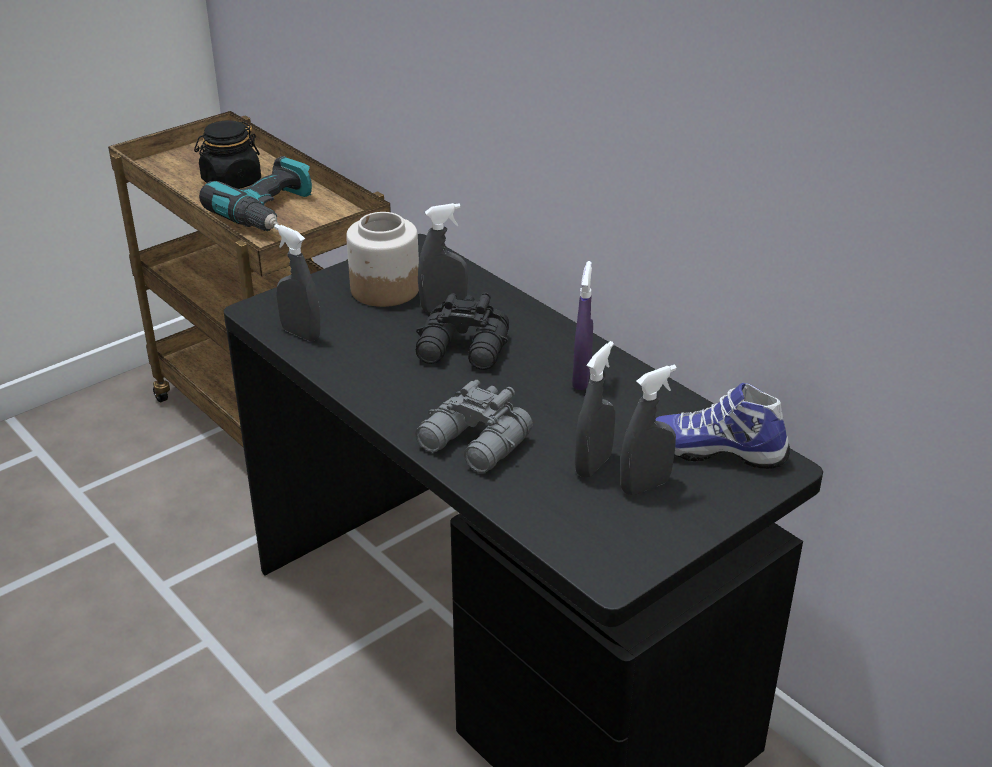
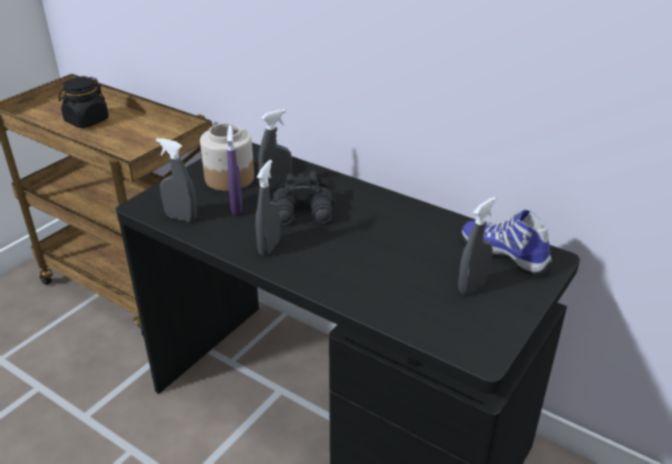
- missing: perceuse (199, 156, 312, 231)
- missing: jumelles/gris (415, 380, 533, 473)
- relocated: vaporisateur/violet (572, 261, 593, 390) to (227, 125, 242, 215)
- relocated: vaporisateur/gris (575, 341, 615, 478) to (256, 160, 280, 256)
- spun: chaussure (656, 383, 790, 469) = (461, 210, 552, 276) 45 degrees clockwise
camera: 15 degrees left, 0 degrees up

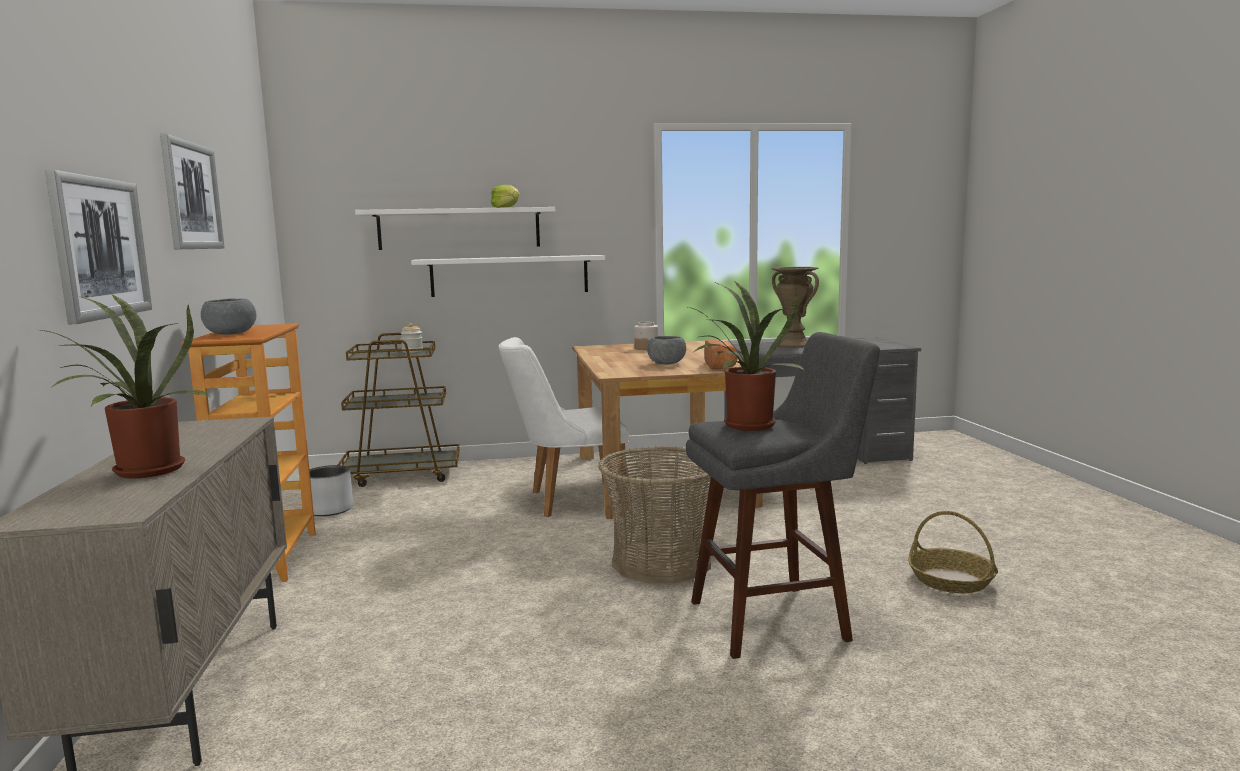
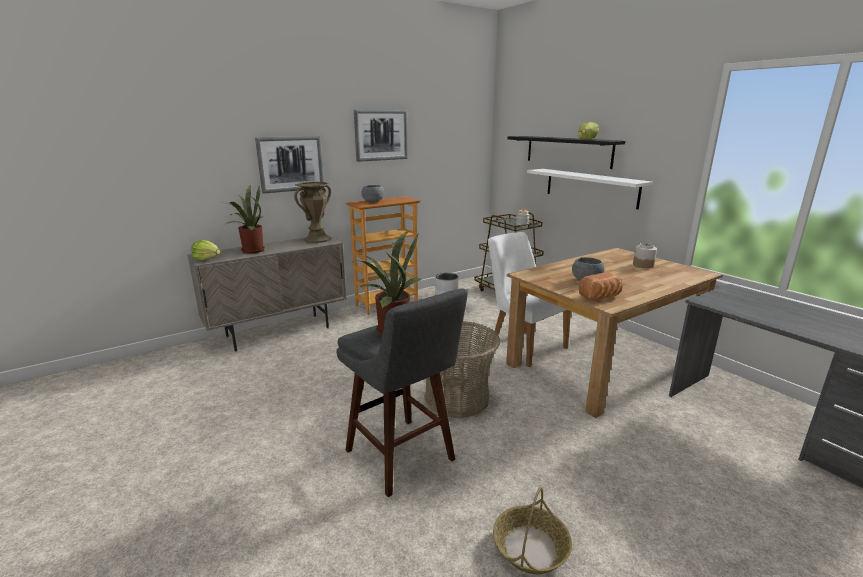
- appeared: laitue (191, 240, 220, 260)
- relocated: vase/marron (772, 267, 819, 348) to (294, 182, 331, 243)
- colour: étagère/blanc (355, 207, 555, 250) to étagère/noir (507, 136, 625, 169)
camera: 65 degrees right, 10 degrees up

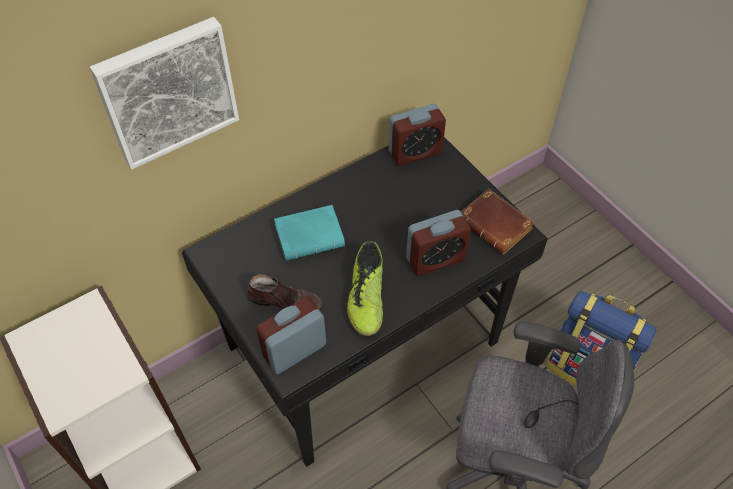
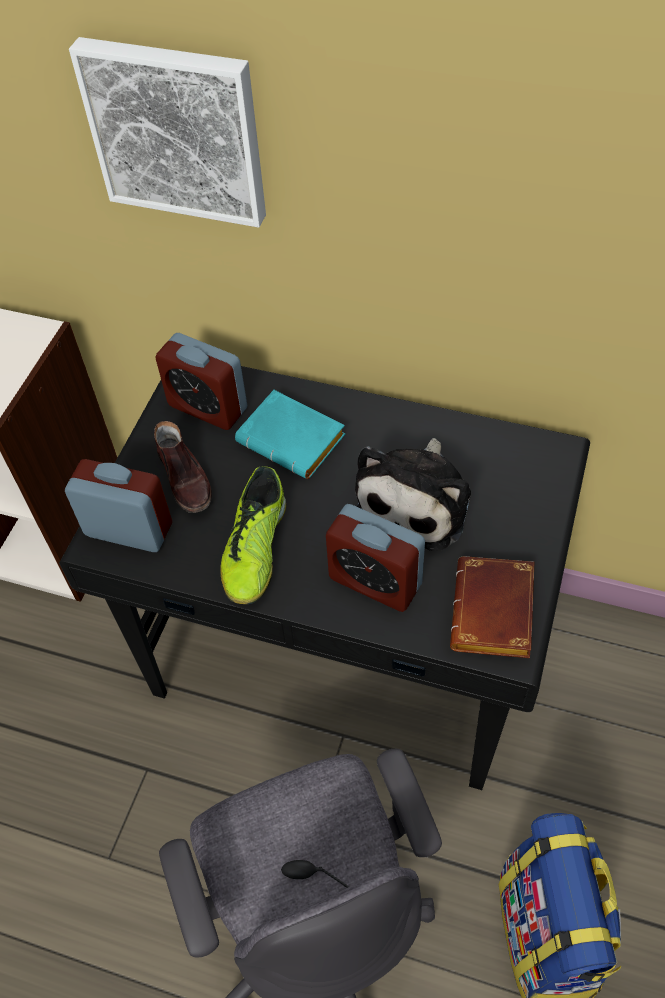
- appeared: peluche (355, 438, 471, 551)
- relocated: réveil (389, 104, 446, 166) to (155, 333, 247, 430)
- spun: chaussure (347, 241, 383, 336) = (220, 466, 286, 604) 45 degrees counterclockwise
camera: 55 degrees right, 0 degrees up

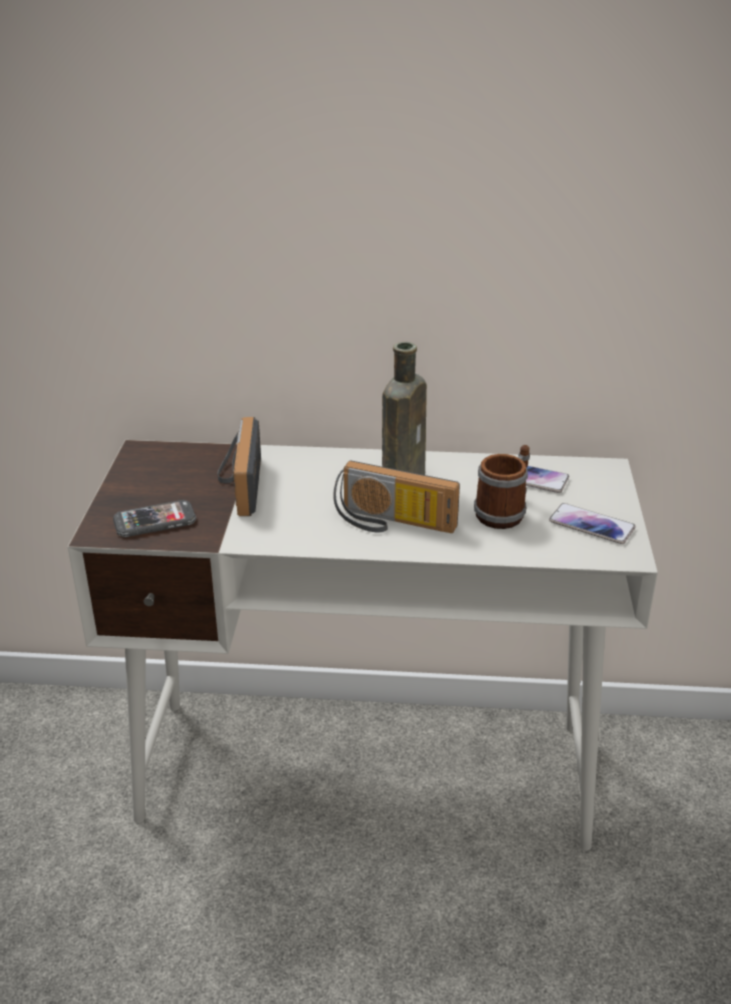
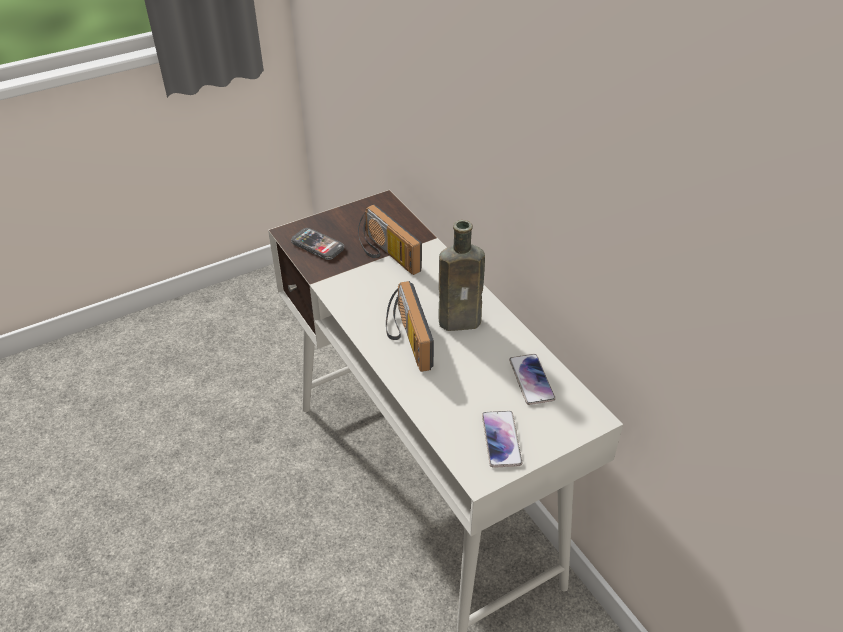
- missing: mug (474, 445, 530, 529)
- spun: radio (218, 417, 261, 516) = (358, 205, 422, 275) 90 degrees counterclockwise
camera: 55 degrees right, 10 degrees up

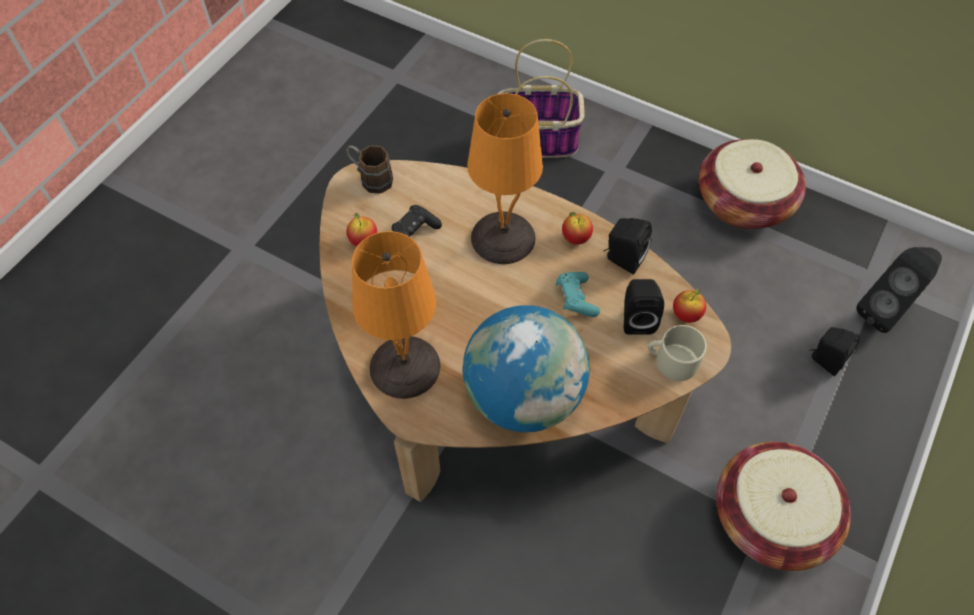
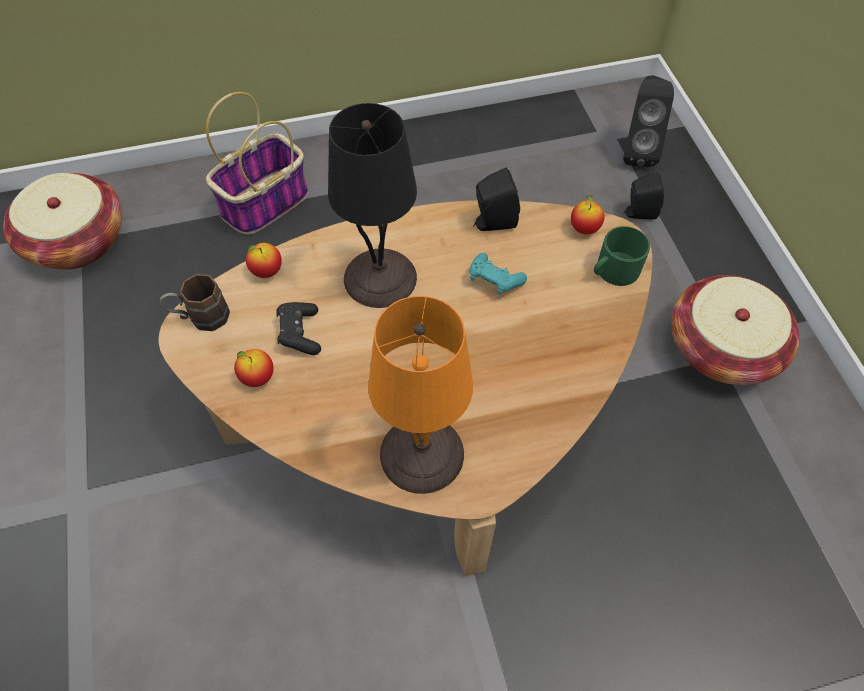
- missing: globe (463, 305, 590, 432)
- missing: enceinte/noir (624, 279, 664, 335)
- relocated: pomme (562, 212, 593, 245) to (246, 243, 282, 278)
- relocated: panier (699, 139, 806, 229) to (3, 173, 122, 270)
- colour: lampe de table/orange (467, 93, 543, 264) to lampe de table/noir (328, 103, 417, 308)
- colour: mug/beige (647, 325, 707, 381) to mug/vert (594, 226, 650, 286)
camera: 45 degrees left, 0 degrees up

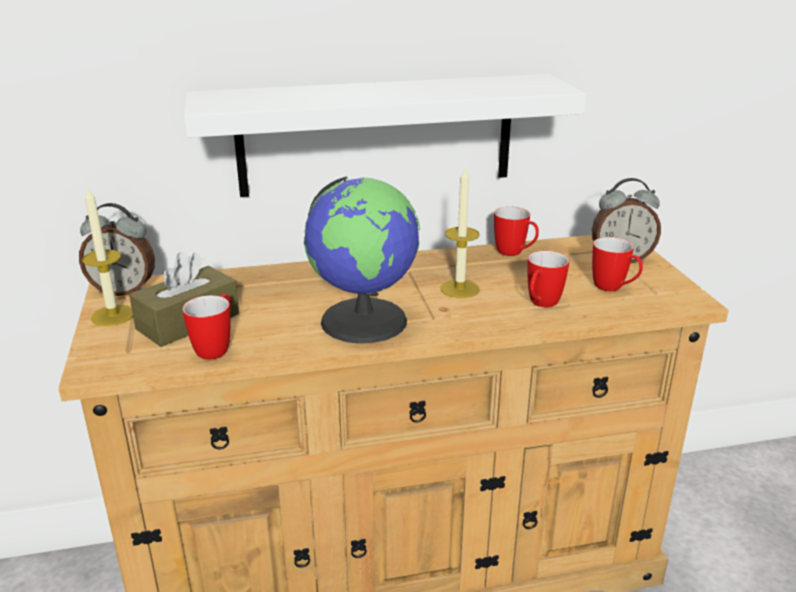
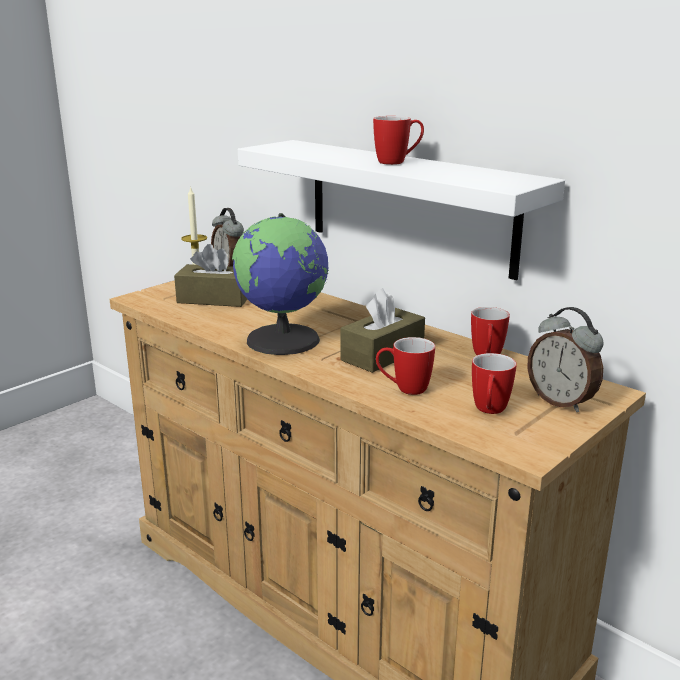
- relocated: mug (182, 294, 231, 360) to (373, 116, 424, 165)
- exchanged: bougie (440, 168, 480, 298) to boîte à mouchoirs/marron (341, 288, 425, 373)
camera: 55 degrees right, 5 degrees down

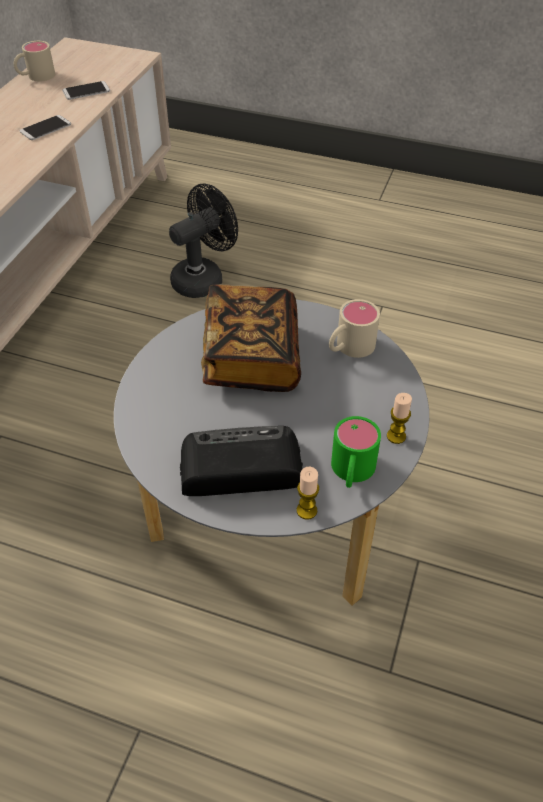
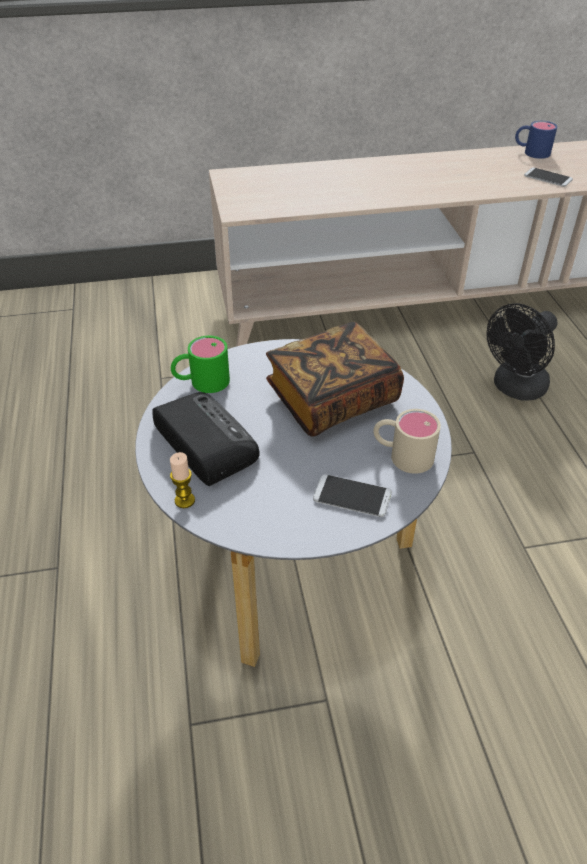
- missing: bougie (387, 393, 412, 444)
- relocated: téléphone (20, 115, 71, 140) to (313, 474, 392, 517)
- relocated: mug/vert (331, 416, 381, 488) to (171, 336, 230, 393)
- colour: mug/beige (14, 41, 55, 81) to mug/bleu (515, 121, 557, 159)
- spun: ventilateur/noir (169, 183, 238, 298) = (486, 303, 557, 401) 120 degrees clockwise
camera: 60 degrees right, 5 degrees down

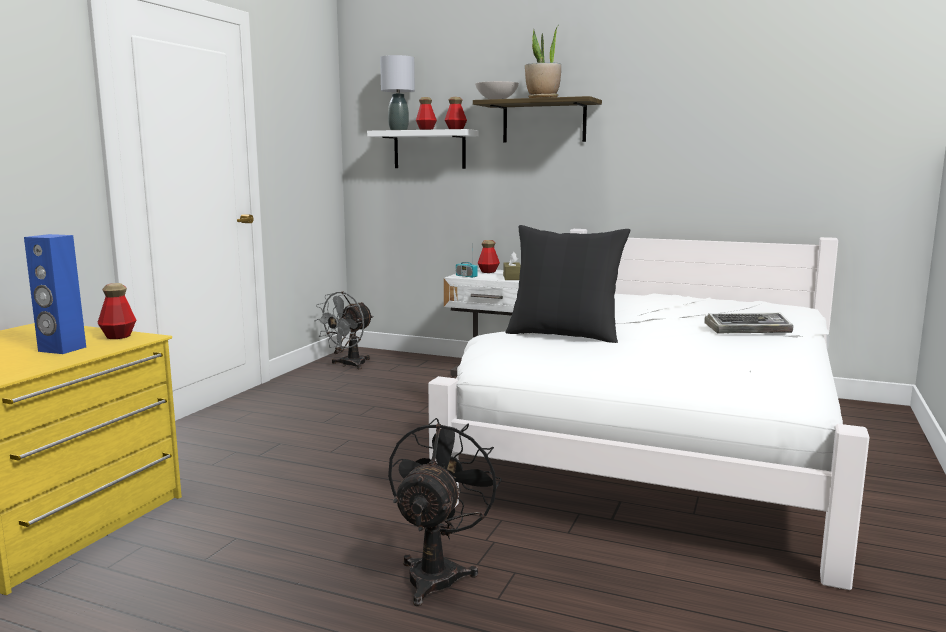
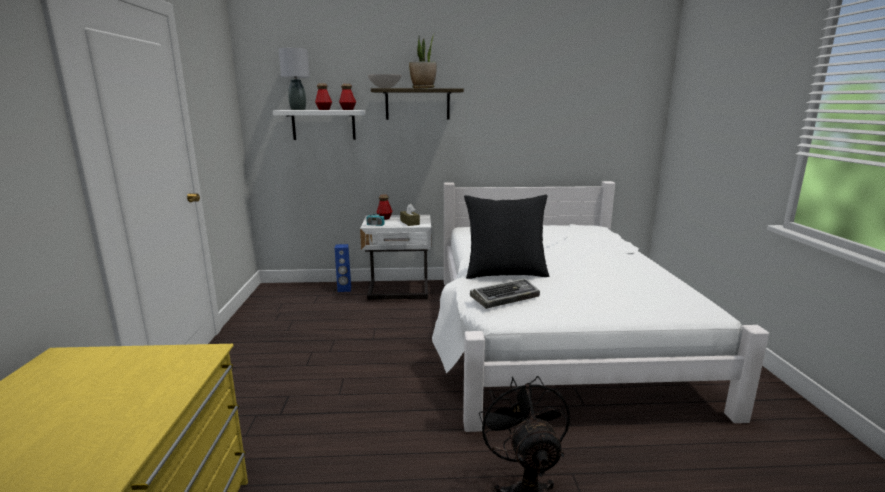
- missing: bouteille (98, 283, 136, 339)
- missing: ventilateur/gris (314, 292, 373, 369)
- relocated: enceinte/bleu (24, 234, 86, 354) to (335, 244, 351, 292)
- relocated: clavier (704, 313, 794, 333) to (470, 278, 540, 309)
camera: 25 degrees left, 5 degrees up

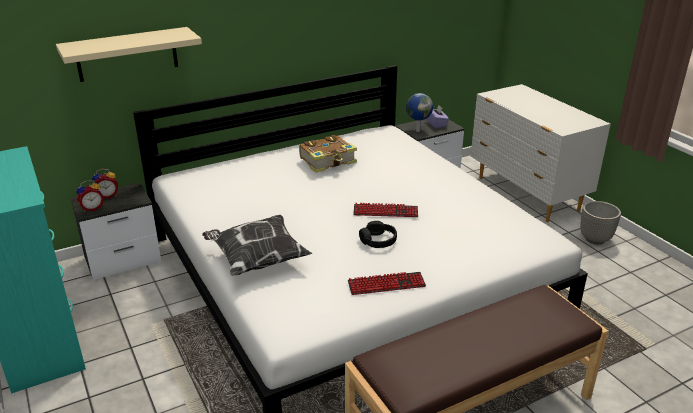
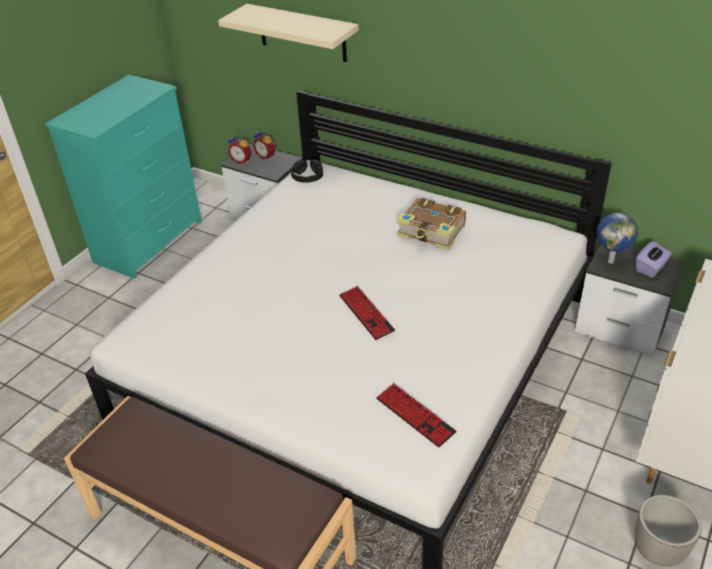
- missing: coussin (202, 215, 312, 276)
- relocated: clavier (348, 272, 426, 295) to (376, 383, 457, 448)
- relocated: casque audio/noir (359, 221, 397, 248) to (291, 160, 323, 183)
camera: 60 degrees right, 10 degrees up

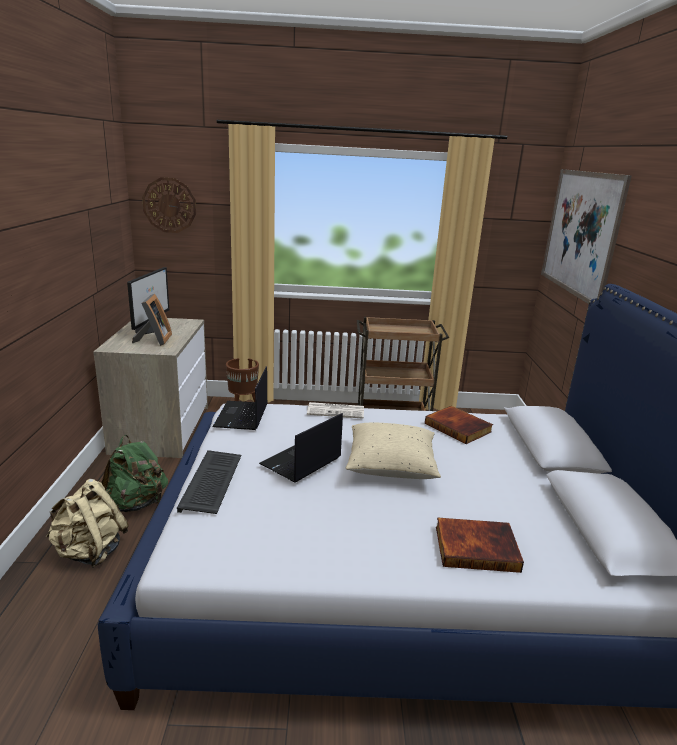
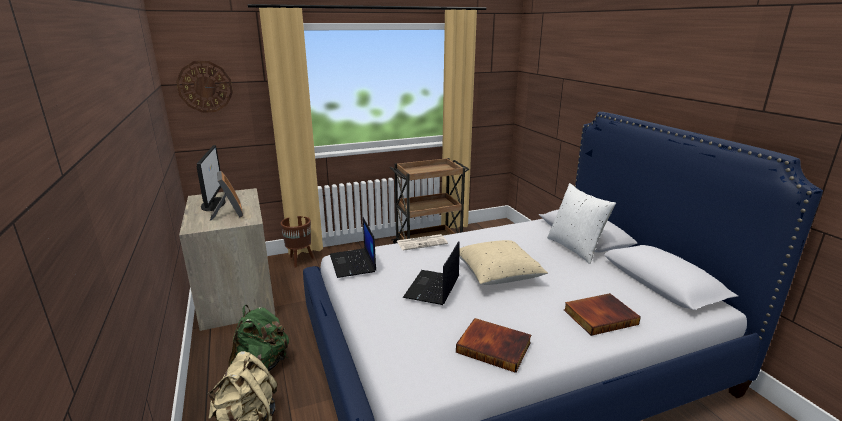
- missing: clavier (177, 450, 241, 514)
- missing: tableau (541, 169, 632, 304)
- appeared: coussin/blanc (547, 183, 616, 264)
- relocated: livre (425, 406, 493, 444) to (456, 318, 531, 373)
camera: 20 degrees left, 0 degrees up

